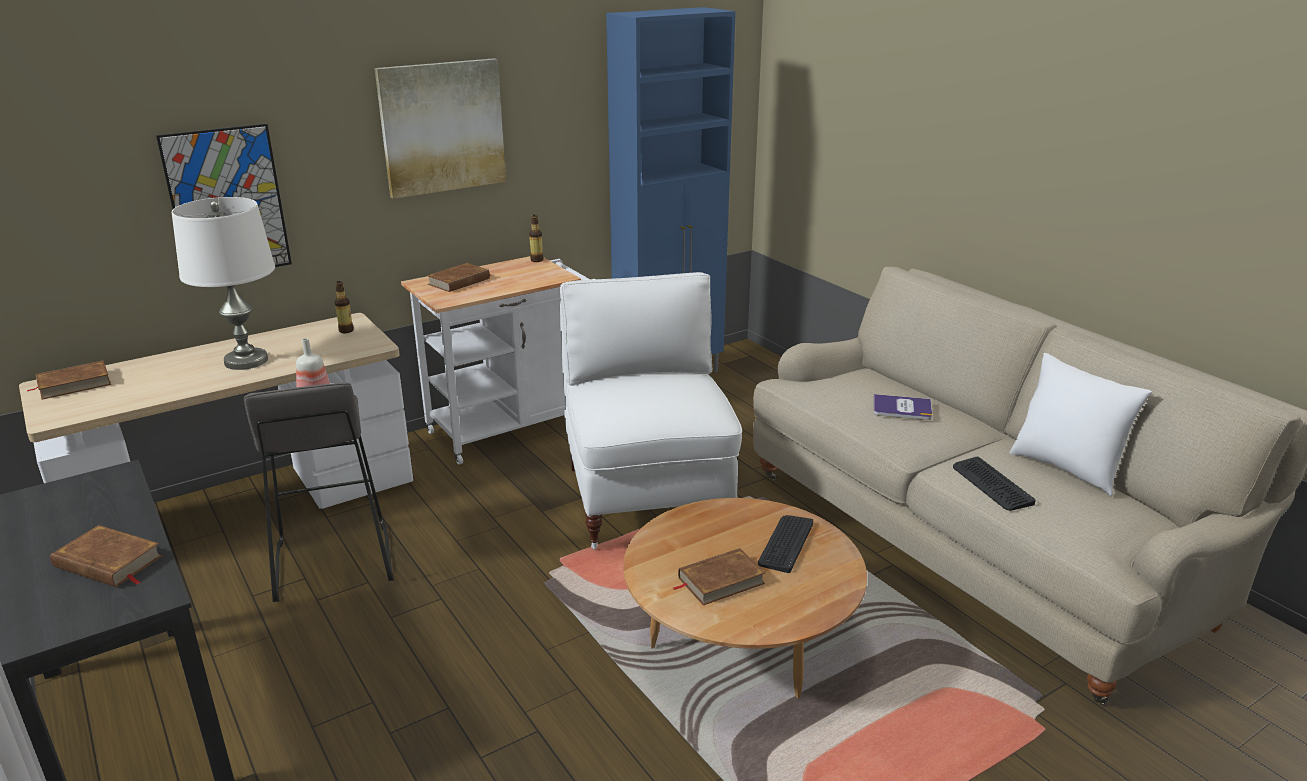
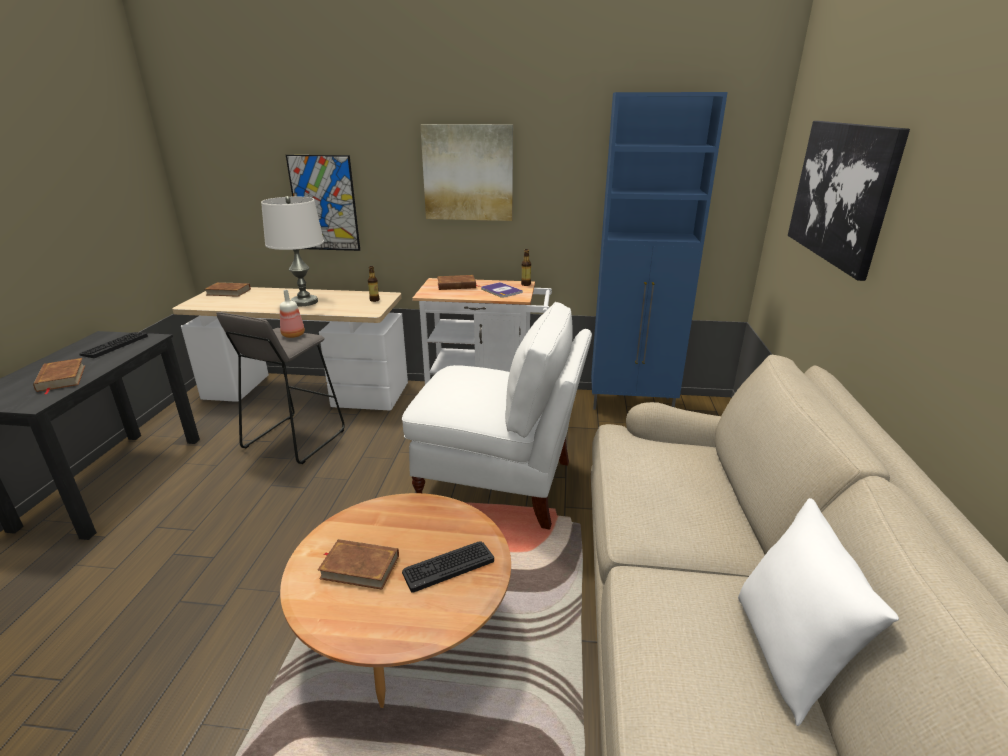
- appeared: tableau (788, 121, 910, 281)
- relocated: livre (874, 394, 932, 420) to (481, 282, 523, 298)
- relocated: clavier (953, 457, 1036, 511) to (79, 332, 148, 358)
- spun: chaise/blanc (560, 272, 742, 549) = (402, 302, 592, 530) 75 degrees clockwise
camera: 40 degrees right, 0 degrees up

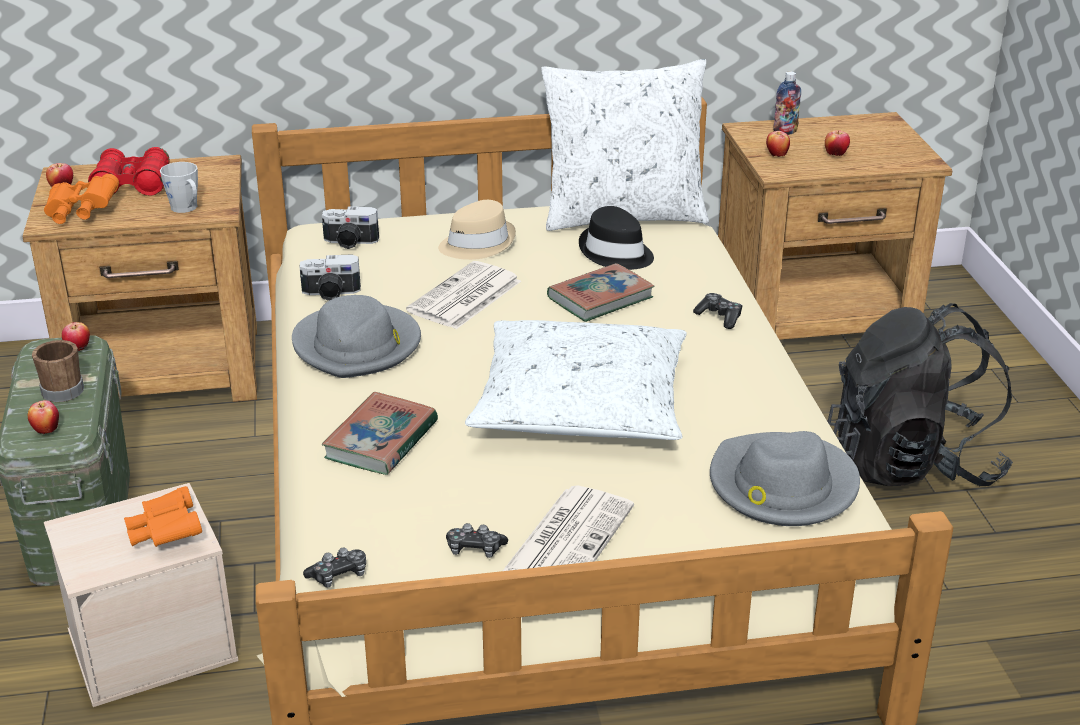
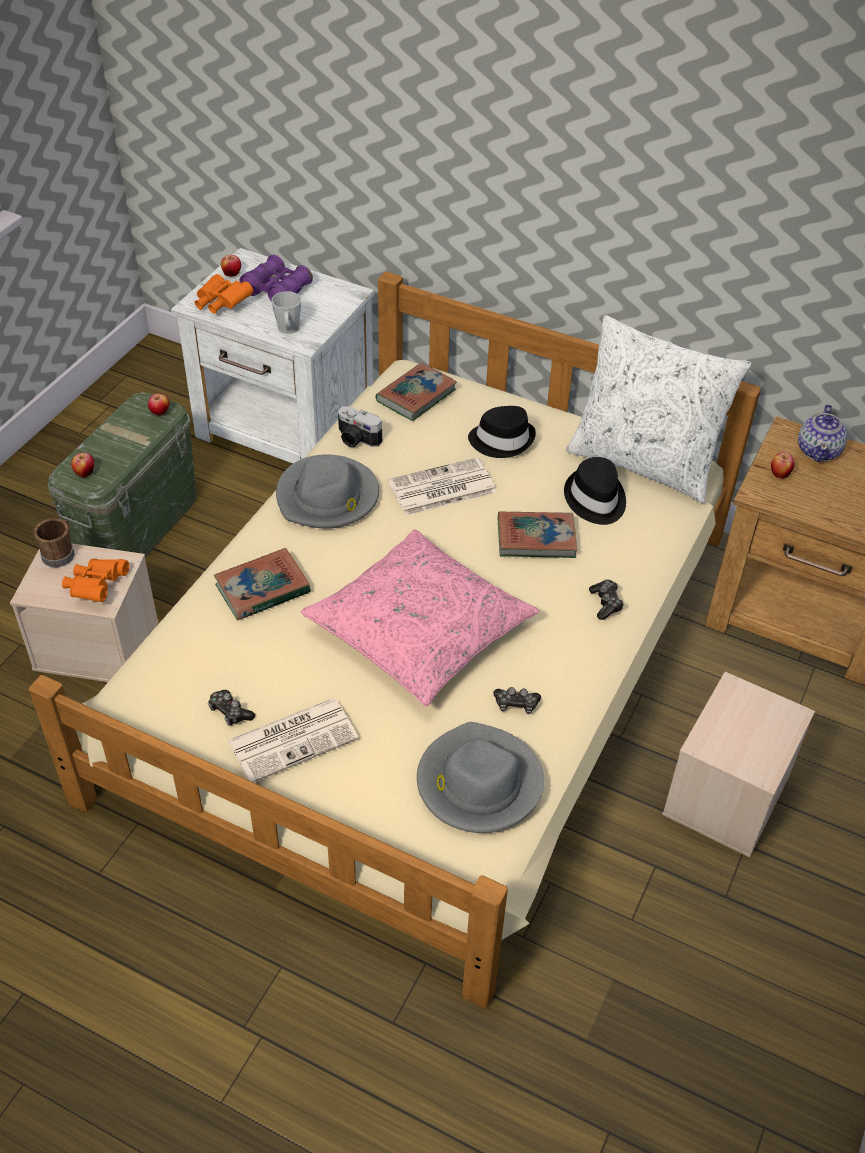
- missing: pomme (825, 130, 850, 156)
- relocated: mug/marron (32, 340, 84, 402) to (33, 518, 75, 568)
- relocated: manette (303, 547, 366, 587) to (493, 687, 541, 714)
- exchanged: appareil photo (322, 206, 379, 249) to livre (375, 363, 457, 421)
- exchanged: bouteille (773, 71, 801, 135) to théière (798, 404, 847, 462)
- exchanged: sac à dos/noir (828, 303, 1013, 486) to boîte de rangement/beige (662, 672, 815, 858)
- colour: table de chevet/marron (22, 155, 257, 402) to table de chevet/blanc (171, 248, 375, 464)
- colour: jumelles/rouge (88, 147, 170, 196) to jumelles/violet (239, 255, 313, 302)
- colour: chapeau/beige (438, 200, 516, 260) to chapeau/noir (468, 406, 536, 458)
- colour: coussin/blanc (465, 320, 687, 440) to coussin/rose (301, 529, 539, 707)
camera: 35 degrees right, 15 degrees up

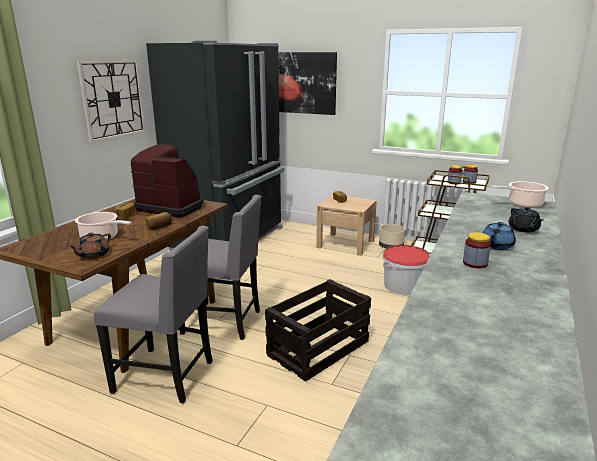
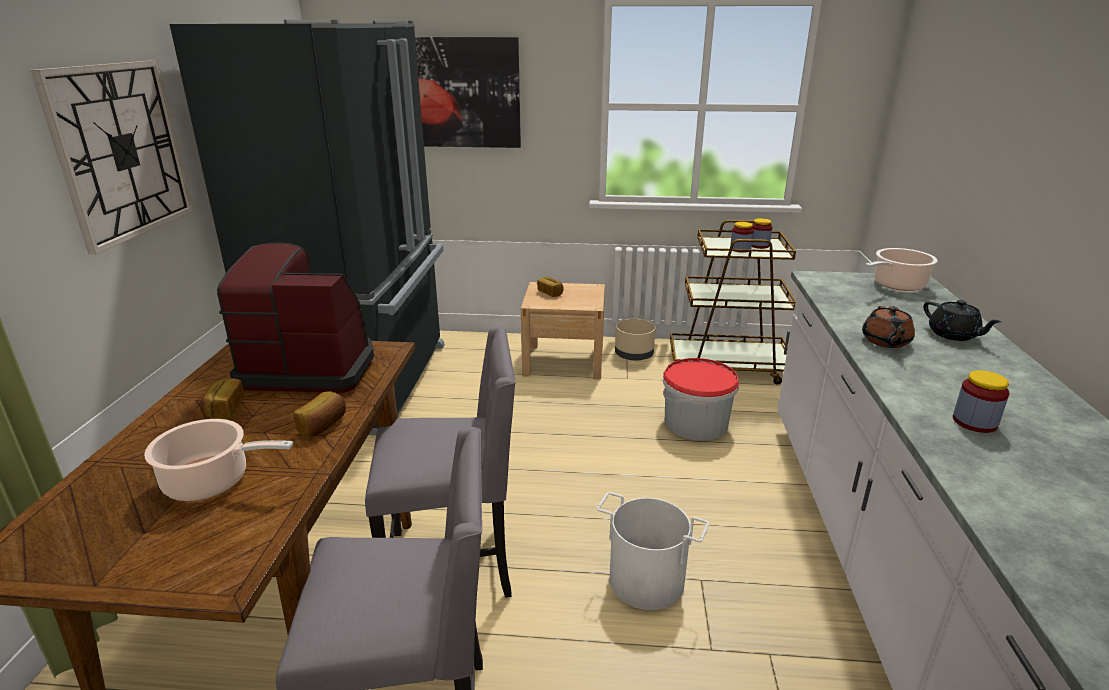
- missing: théière/bleu (482, 222, 516, 250)
- relocated: théière/marron (68, 232, 111, 259) to (862, 306, 915, 348)
- exchanged: caisse (265, 279, 371, 382) to seau/blanc (597, 492, 709, 610)
camera: 20 degrees left, 5 degrees up

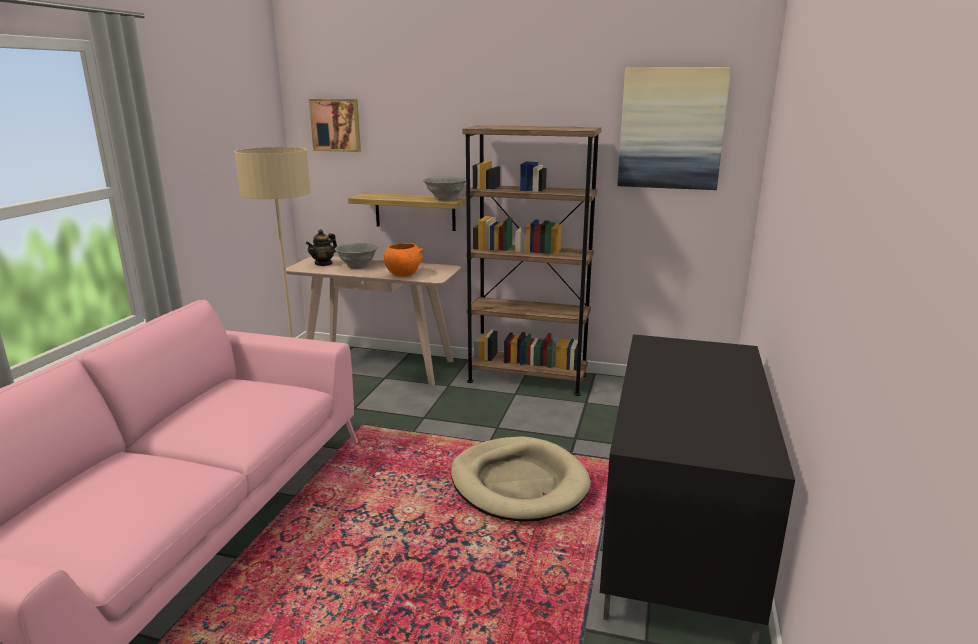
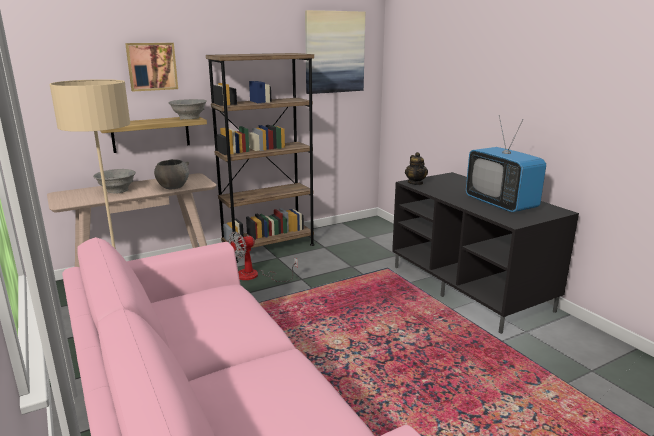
- missing: panier pour chien/beige (451, 436, 591, 522)
- appeared: ventilateur (228, 232, 298, 282)
- appeared: téléviseur (466, 115, 546, 212)
- relocated: théière (306, 229, 337, 266) to (405, 152, 428, 185)
- relocated: tableau (309, 99, 361, 152) to (125, 43, 178, 92)
- colour: bol/orange (384, 243, 423, 277) to bol/gris (154, 159, 189, 189)
camera: 45 degrees left, 0 degrees up

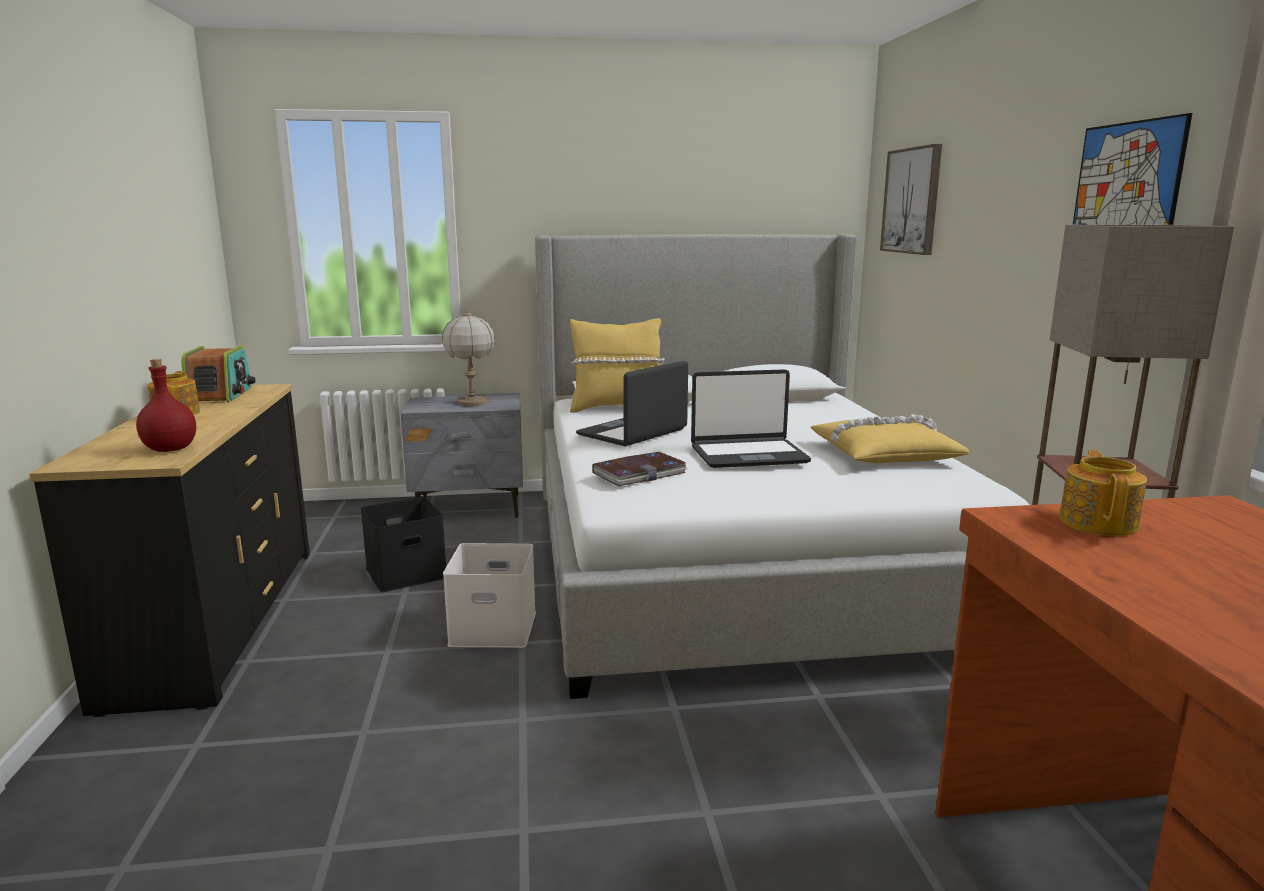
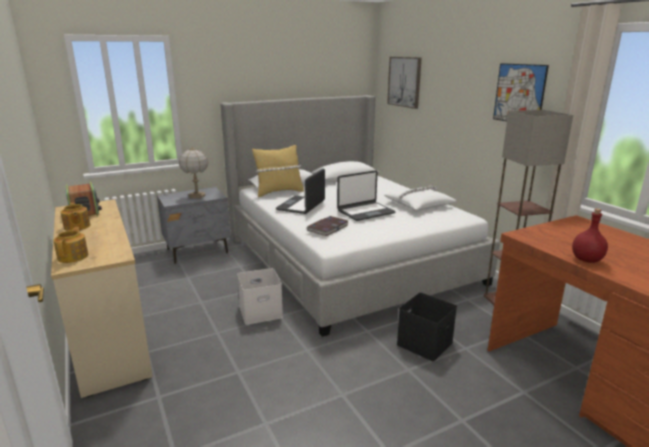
- relocated: bouteille/rouge (136, 359, 196, 452) to (572, 209, 608, 263)
- relocated: boîte de rangement/noir (360, 497, 446, 592) to (397, 293, 457, 361)
- relocated: théière (1059, 450, 1147, 536) to (53, 227, 88, 263)
- colour: commode/noir (29, 384, 310, 717) to commode/beige (51, 199, 153, 398)
- colour: coussin/jaune (811, 414, 970, 463) to coussin/blanc (384, 186, 456, 210)
camera: 20 degrees left, 5 degrees up

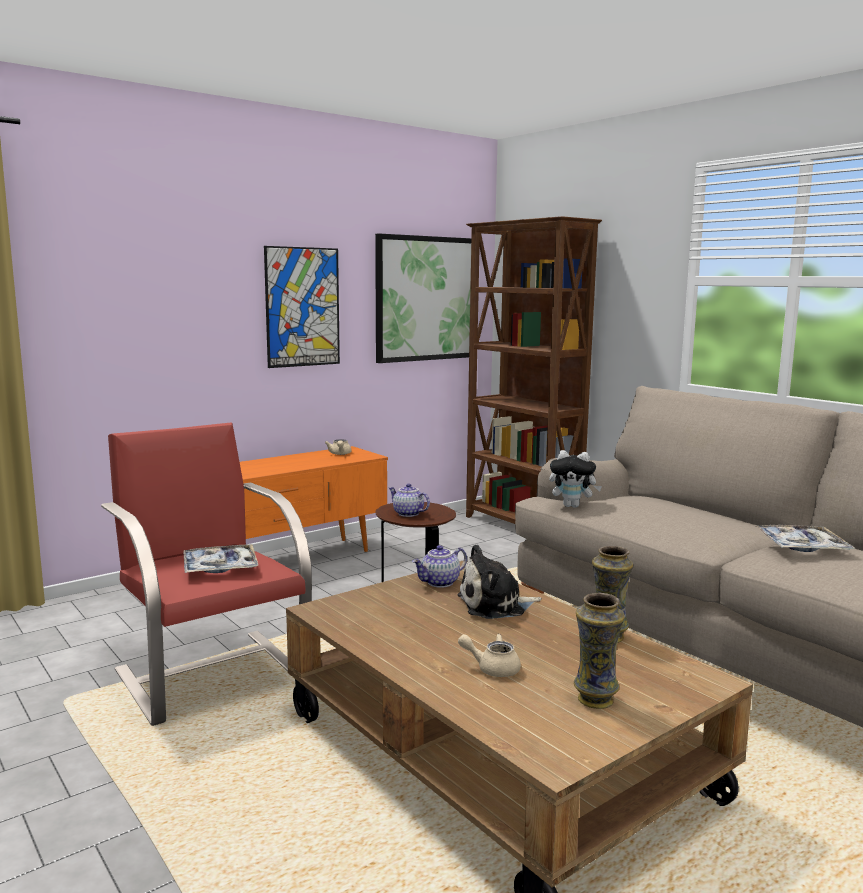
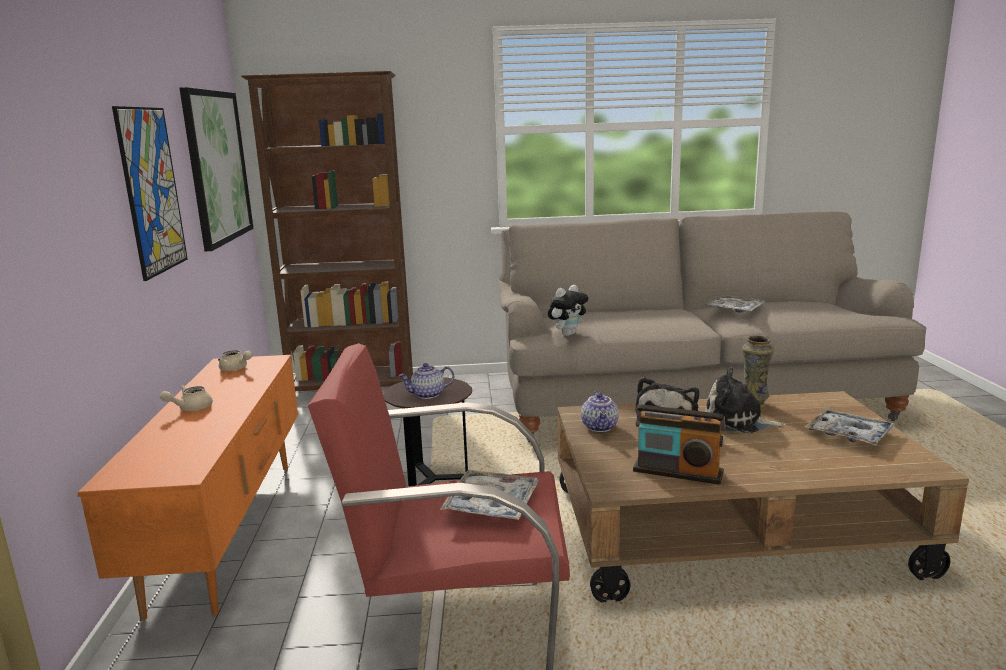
- appeared: radio (633, 405, 726, 485)
- appeared: peluche (706, 367, 786, 433)
- relocated: théière/beige (458, 634, 521, 677) to (160, 385, 213, 411)
- exchanged: vase (574, 593, 625, 709) to plateau (805, 409, 895, 445)
camera: 55 degrees left, 5 degrees up

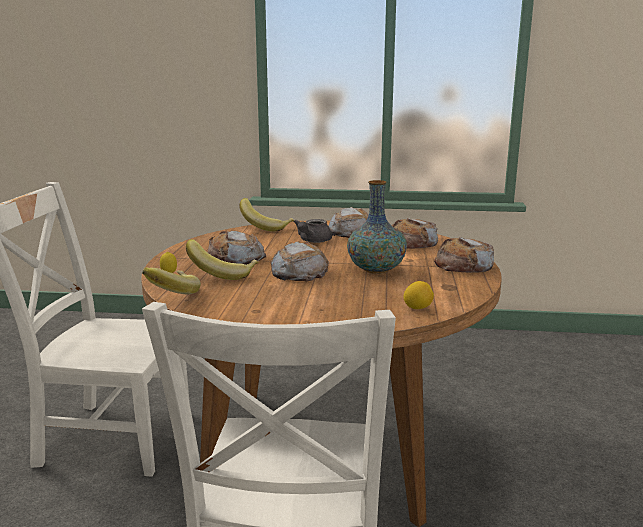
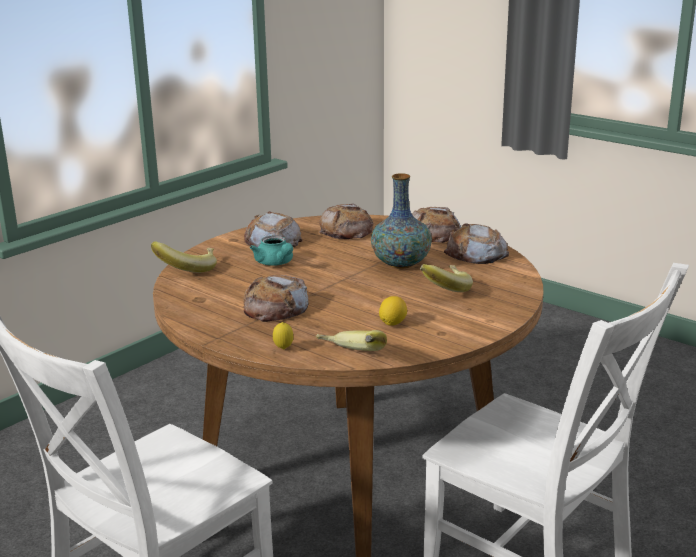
- relocated: banane (186, 239, 259, 280) to (420, 264, 473, 292)
- relocated: pain (270, 241, 329, 282) to (444, 223, 509, 264)
- relocated: citron (403, 281, 434, 309) to (379, 296, 407, 326)
- colour: théière/gris (294, 219, 332, 243) to théière/turquoise (250, 236, 293, 266)
camera: 55 degrees left, 5 degrees up

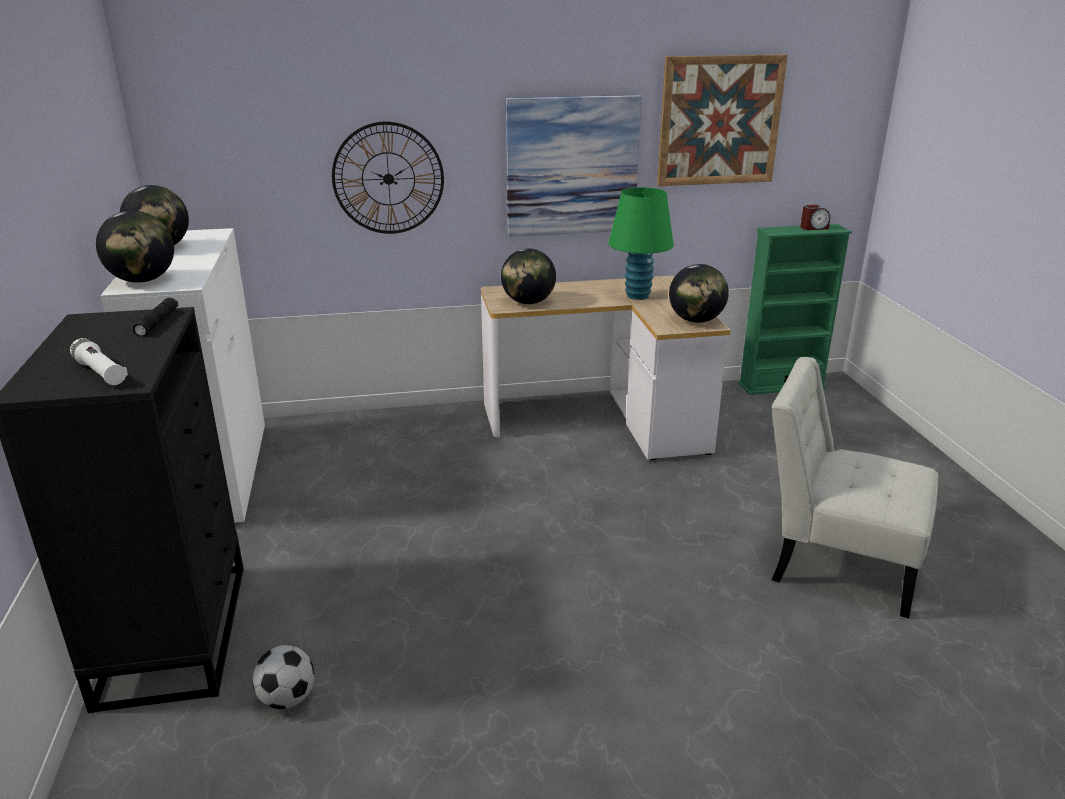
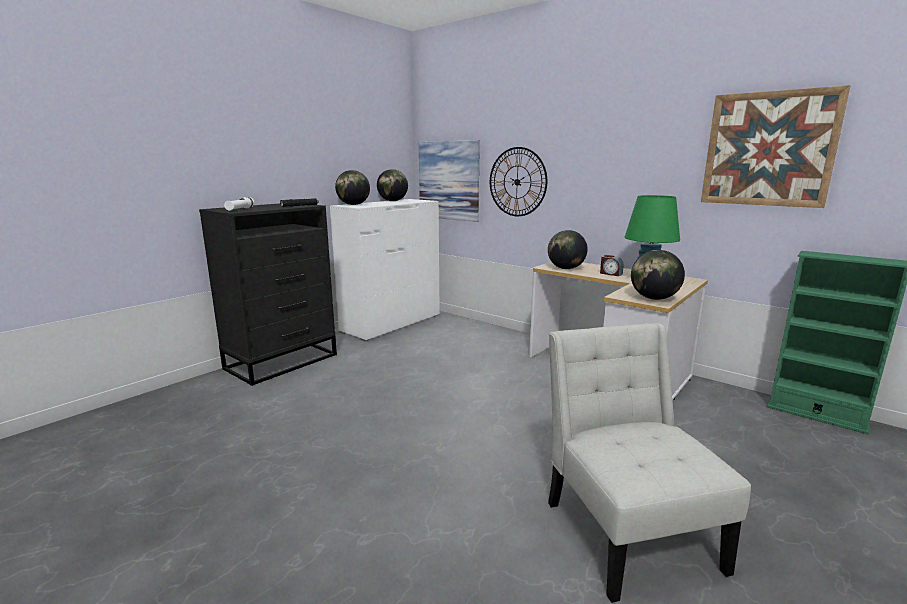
- missing: ballon de foot (252, 645, 314, 709)
- relocated: tableau (506, 95, 642, 237) to (419, 140, 480, 222)
- relocated: réveil (800, 205, 830, 230) to (600, 255, 624, 276)
camera: 50 degrees right, 10 degrees down

